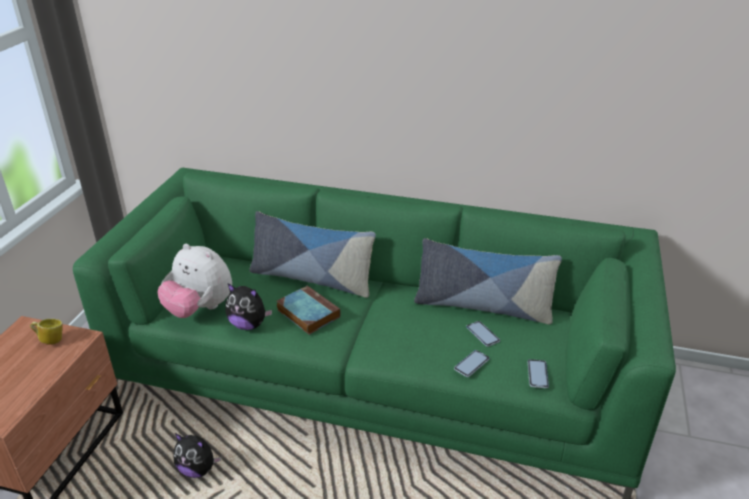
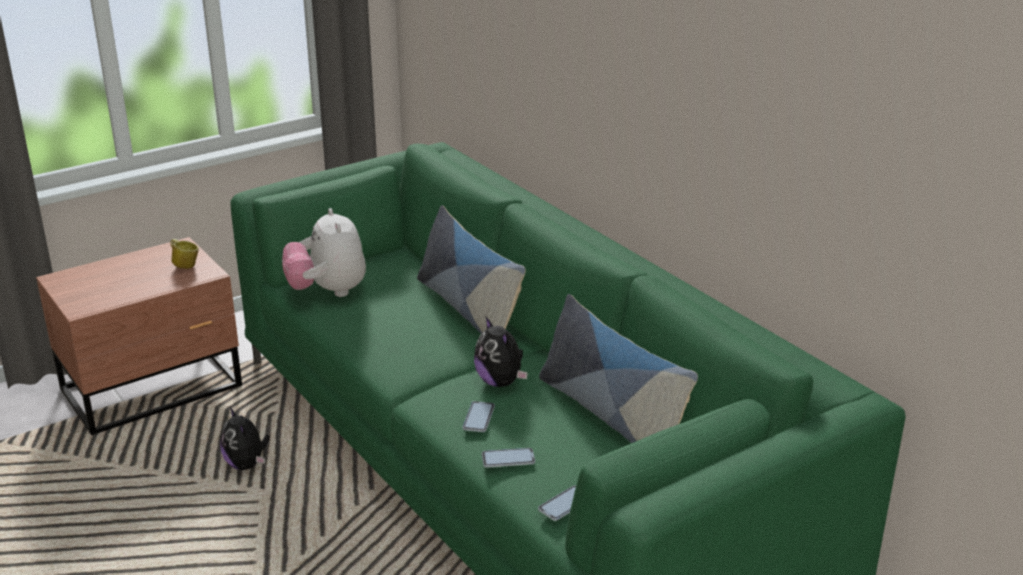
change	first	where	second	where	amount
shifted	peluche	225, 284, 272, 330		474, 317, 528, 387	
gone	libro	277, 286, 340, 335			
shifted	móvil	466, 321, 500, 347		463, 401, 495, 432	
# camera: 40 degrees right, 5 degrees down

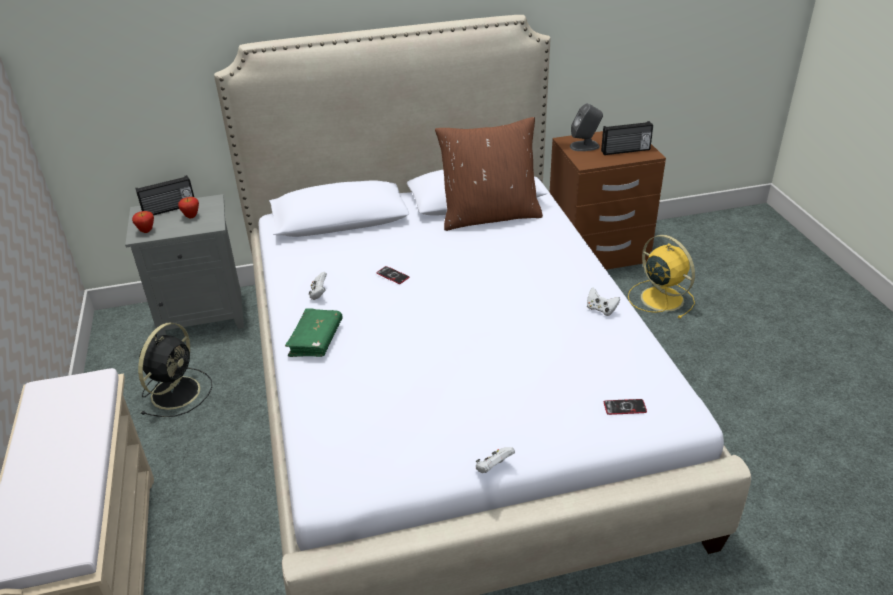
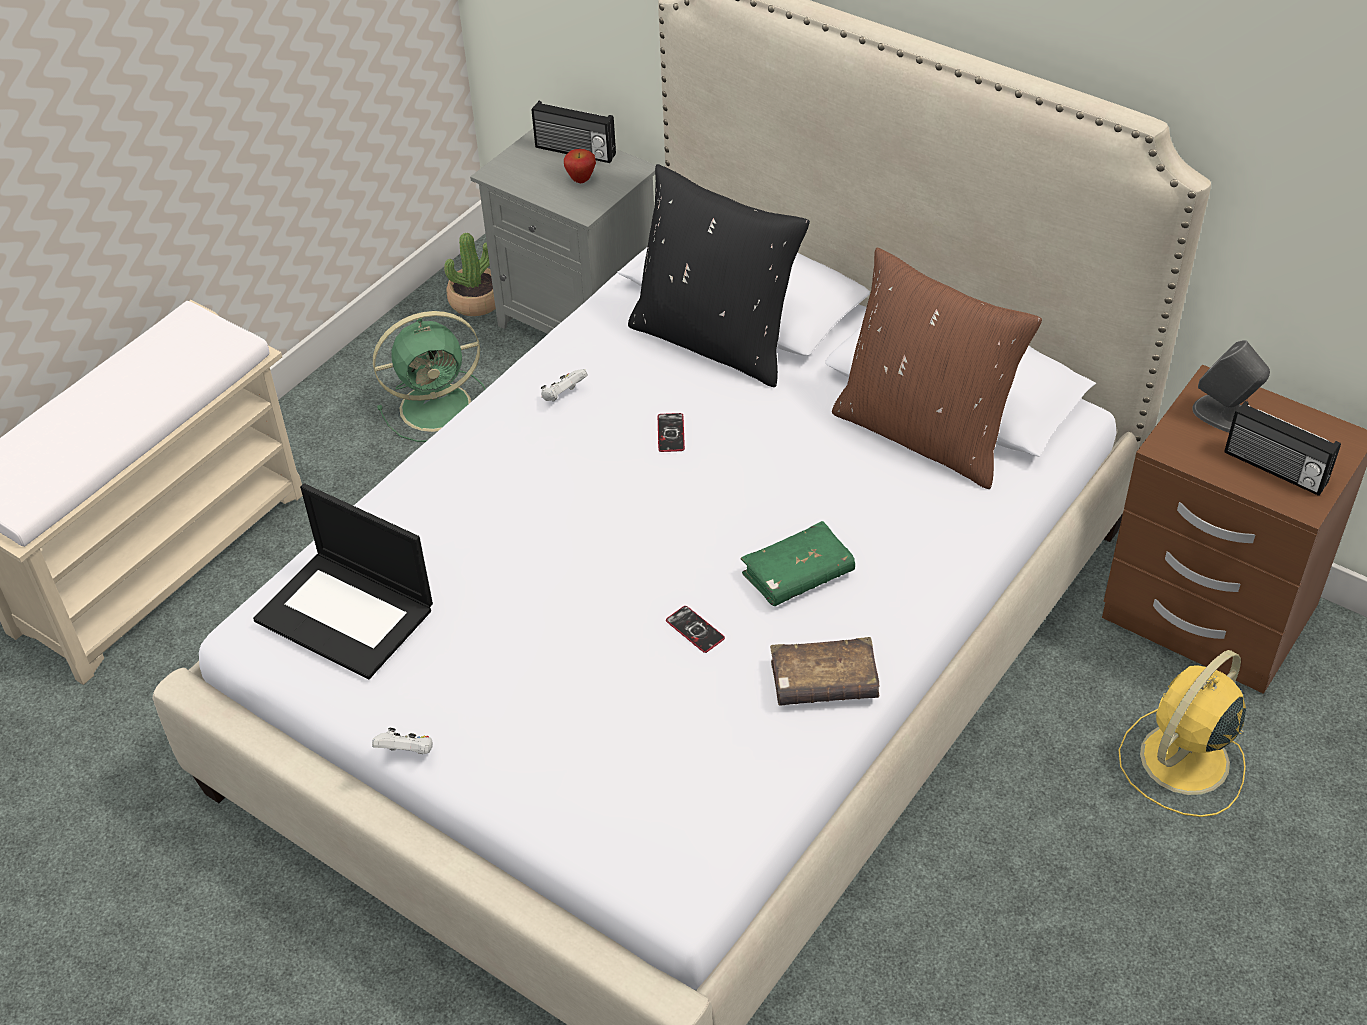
change	first	where	second	where	amount
gone	manzana	132, 211, 154, 233			
repainted	ventilador [negro]	138, 322, 212, 417	ventilador [verde]	373, 311, 485, 442	
shifted	libro [verde]	285, 308, 342, 357		741, 521, 855, 606	
swapped	mando de consola [blanco]	587, 287, 620, 316	libro [marrón]	770, 637, 879, 706	
shifted	móvil	604, 399, 647, 415		666, 606, 725, 653	
rotated	ventilador [amarillo]	628, 235, 695, 319		1119, 650, 1246, 817	150 degrees counterclockwise
new			portátil	253, 483, 433, 680	
new			planta en maceta	444, 233, 496, 316	
new			cojín [negro]	628, 164, 810, 387	
# camera: 50 degrees right, 10 degrees up

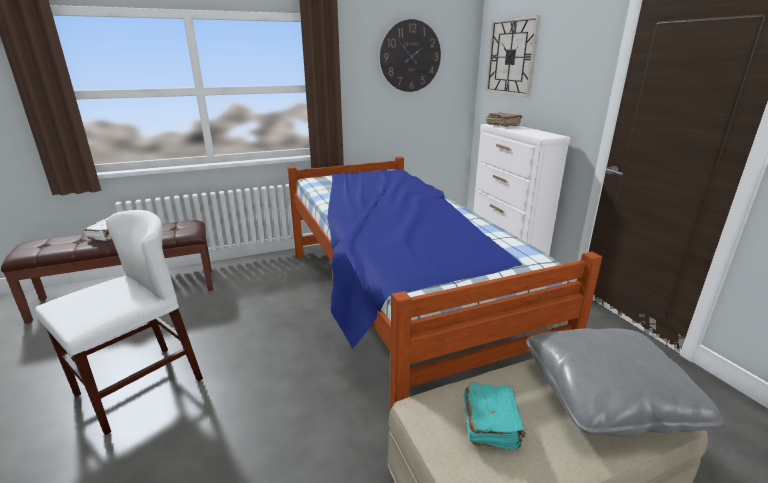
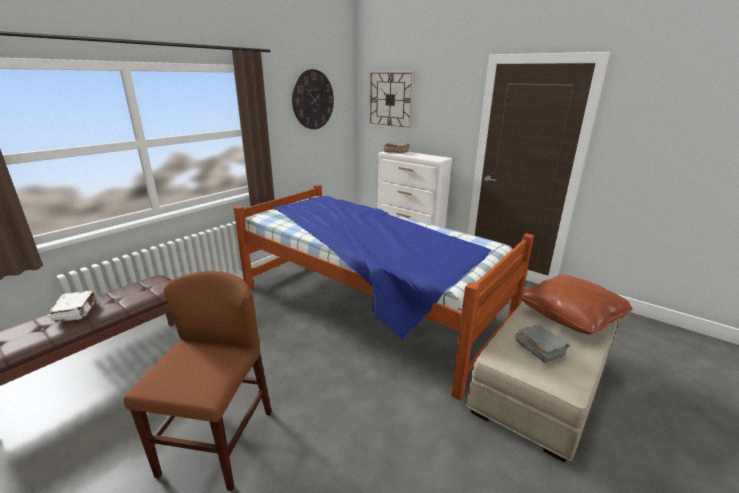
change	first	where	second	where	amount
repainted	silla [blanco]	35, 210, 203, 435	silla [marrón]	123, 271, 272, 491	
repainted	libro [turquesa]	463, 383, 526, 449	libro [gris]	515, 324, 570, 363	
repainted	cojín [gris]	526, 328, 724, 437	cojín [marrón]	519, 275, 633, 335	
# camera: 30 degrees left, 0 degrees up

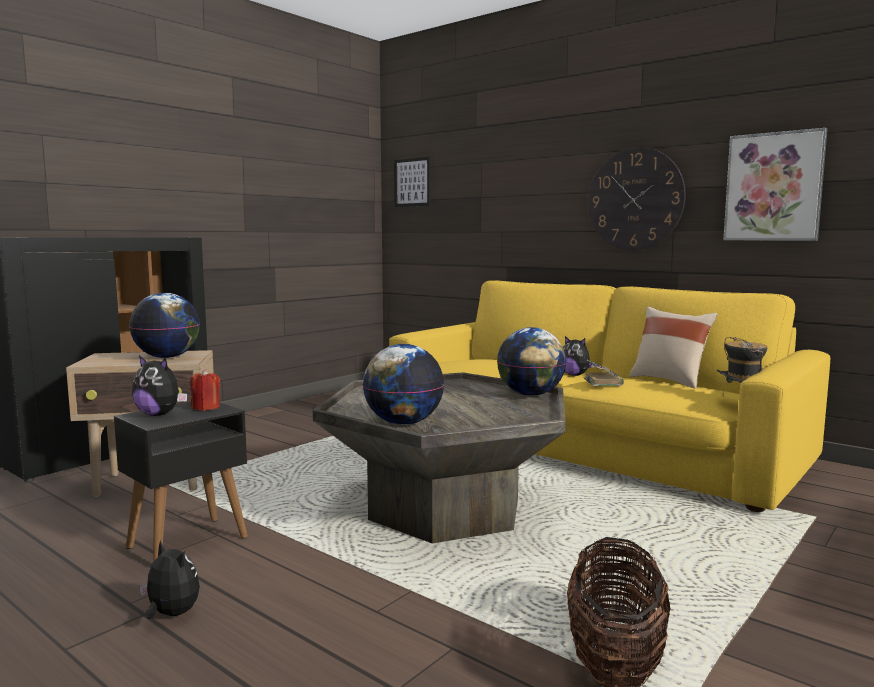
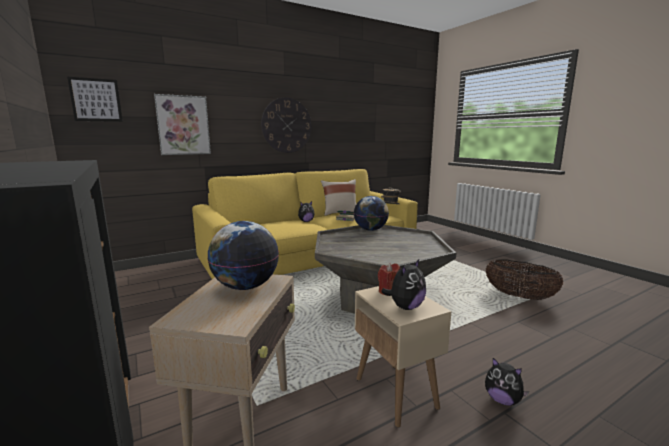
change	first	where	second	where	amount
repainted	mesa auxiliar [negro]	114, 402, 248, 562	mesa auxiliar [beis]	355, 286, 451, 428	
rotated	peluche	140, 540, 200, 619		485, 358, 529, 406	105 degrees counterclockwise
gone	globo terráqueo	363, 344, 444, 425			
shifted	cuadro	723, 128, 828, 241		154, 94, 211, 155	
# camera: 70 degrees left, 5 degrees up

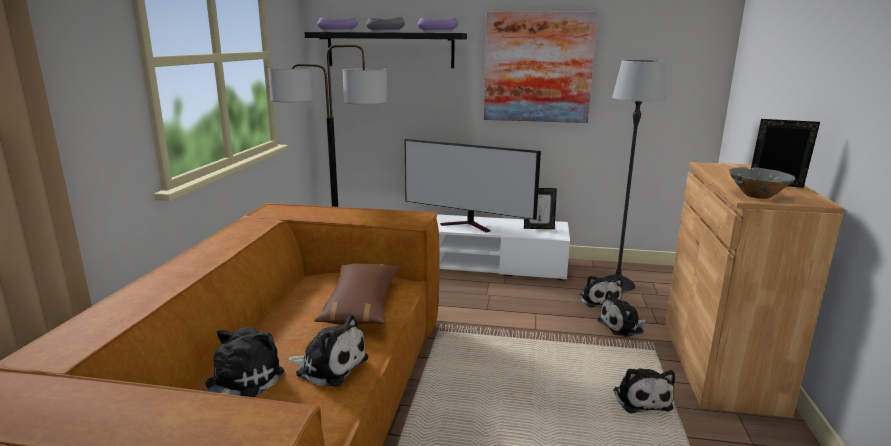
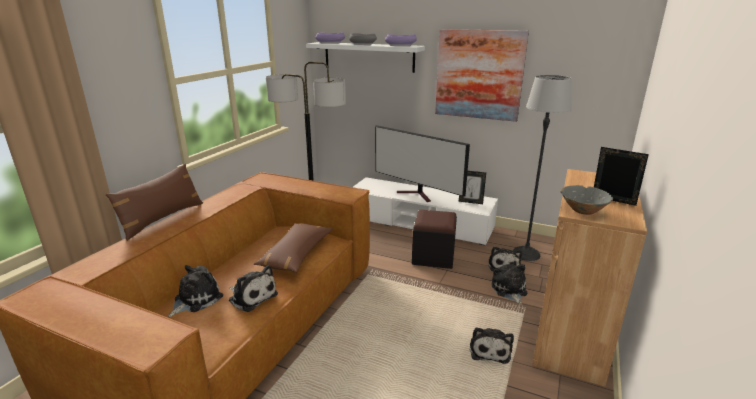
change	first	where	second	where	amount
repainted	estante [negro]	304, 32, 467, 68	estante [blanco]	306, 42, 425, 73	
rotated	peluche	597, 290, 647, 337		491, 264, 527, 305	90 degrees clockwise
new			cojín [marrón]	106, 164, 203, 241	
new			puf [negro]	412, 210, 457, 269	
# camera: 15 degrees right, 5 degrees up

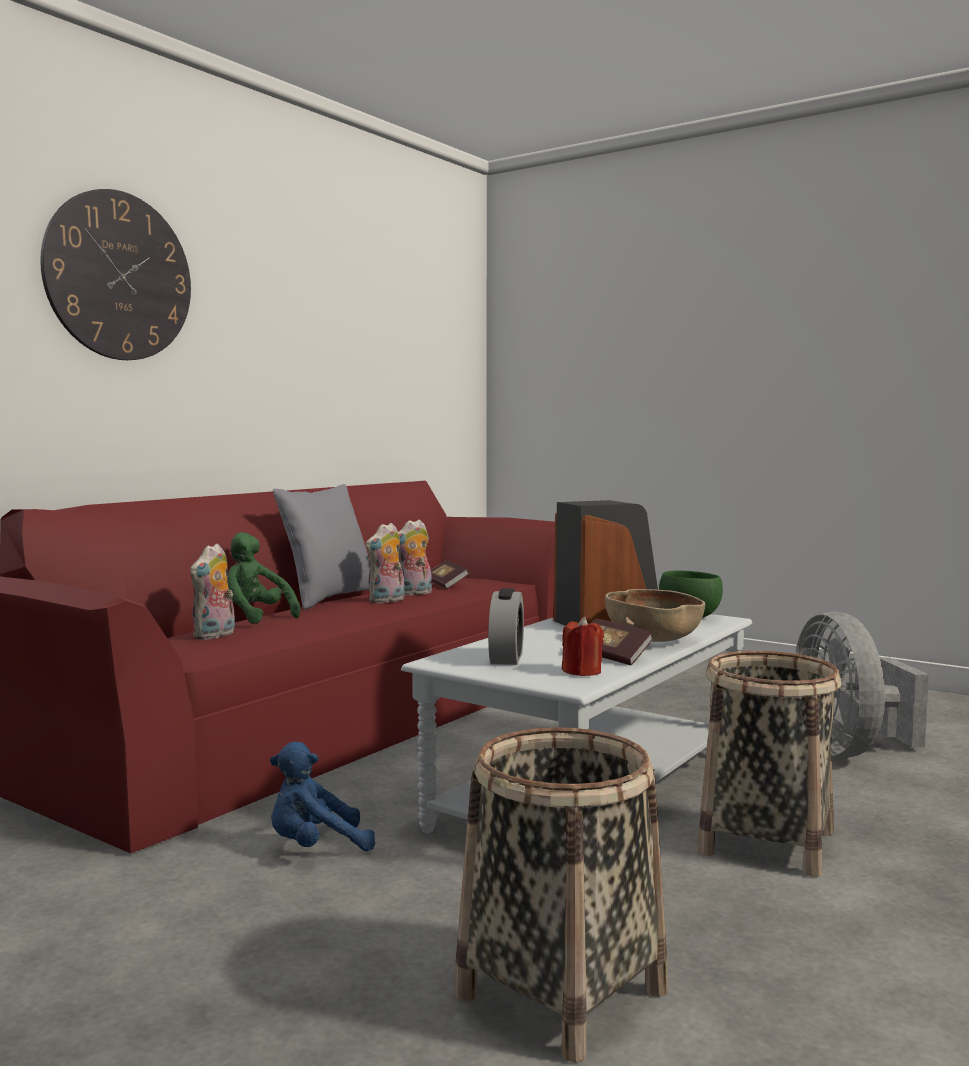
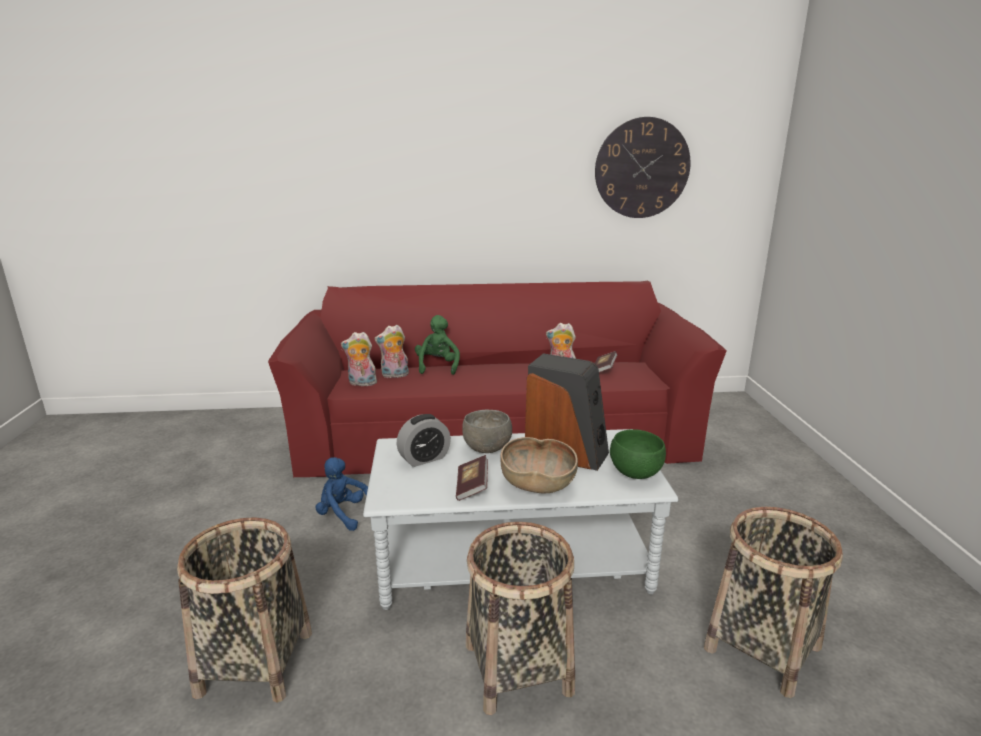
change	first	where	second	where	amount
shifted	reloj de pared	40, 189, 191, 360		595, 117, 691, 218	
gone	cojín [gris]	273, 484, 370, 610			
shifted	peluche	365, 523, 405, 603		341, 332, 377, 386	
gone	vela [rojo]	562, 616, 604, 676			
swapped	ventilador [gris]	795, 611, 929, 758	cesta	704, 507, 843, 698	
new			cuenco [gris]	462, 409, 512, 453	
# camera: 50 degrees right, 15 degrees up

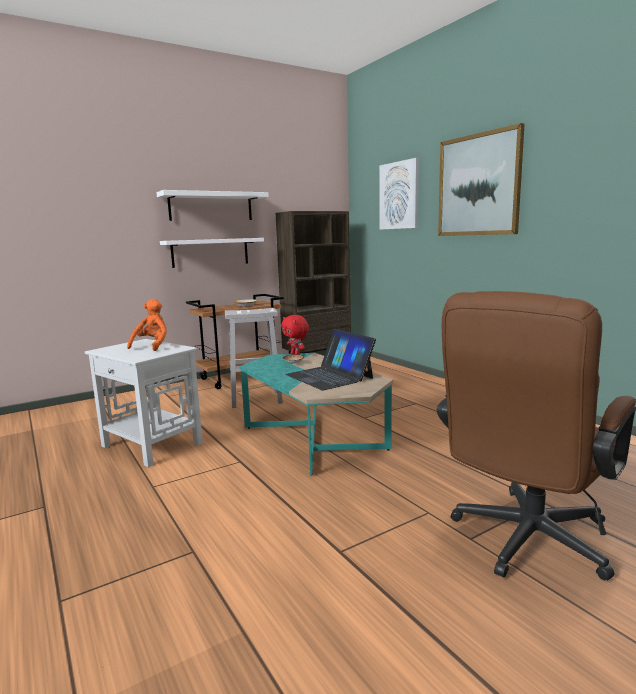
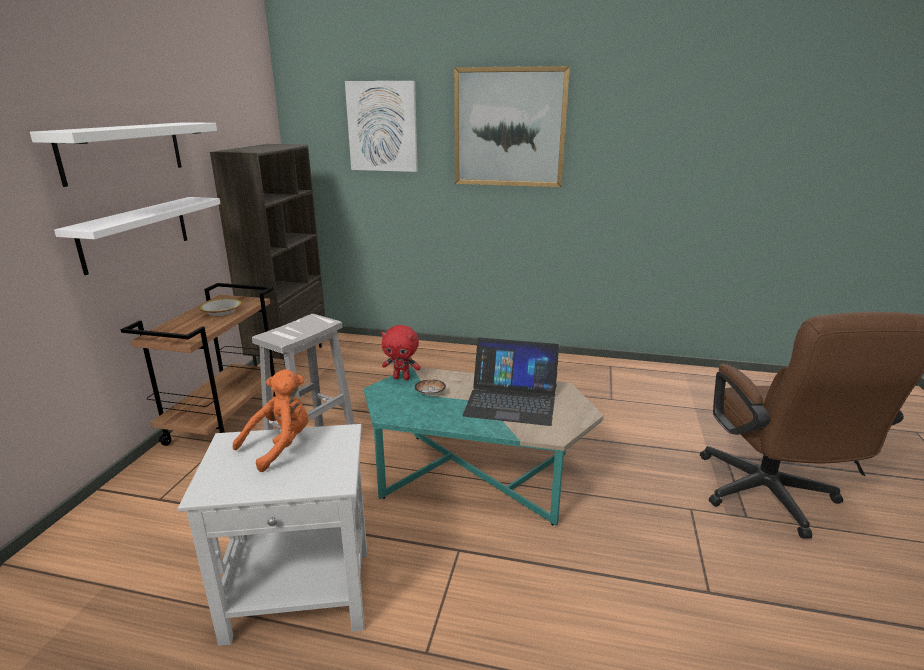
change	first	where	second	where	amount
rotated	peluche [naranja]	127, 299, 167, 351		233, 369, 309, 472	75 degrees clockwise
# camera: 45 degrees left, 10 degrees up

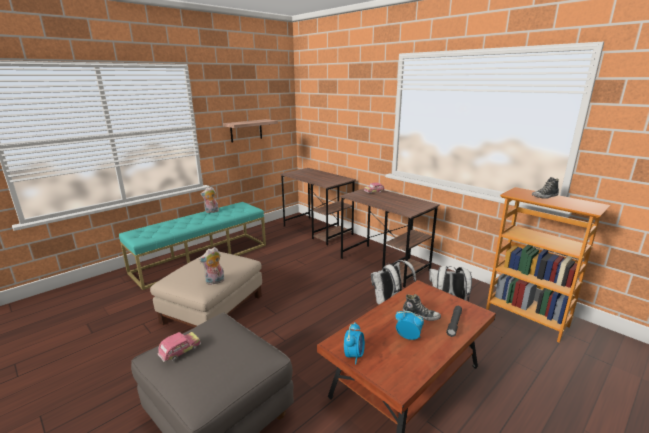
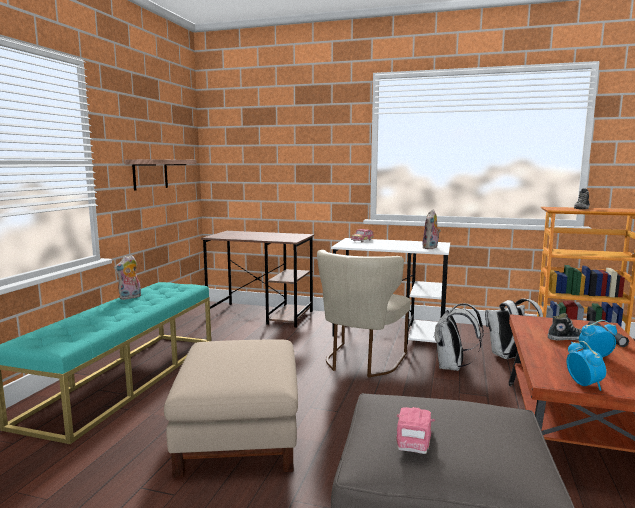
change	first	where	second	where	amount
shifted	peluche	199, 247, 225, 285		422, 209, 441, 249	
repainted	escritorio [marrón]	340, 189, 440, 287	escritorio [blanco]	331, 238, 450, 345	
new			silla [beis]	317, 250, 411, 377	
# camera: 30 degrees left, 10 degrees down

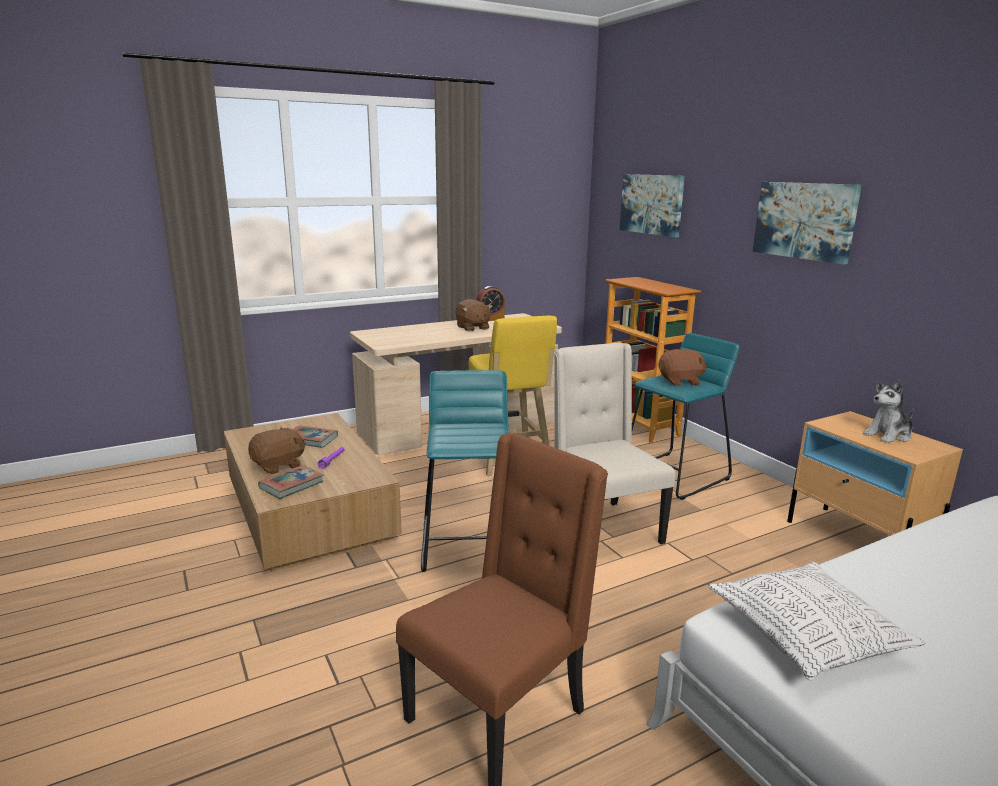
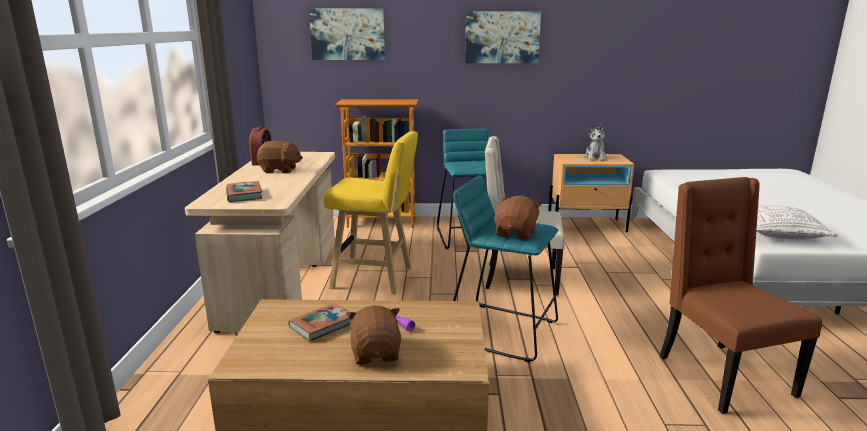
change	first	where	second	where	amount
shifted	libro	258, 465, 324, 499		226, 181, 262, 202	
shifted	peluche [marrón]	658, 349, 707, 386		494, 196, 542, 240	
# camera: 60 degrees left, 0 degrees up

